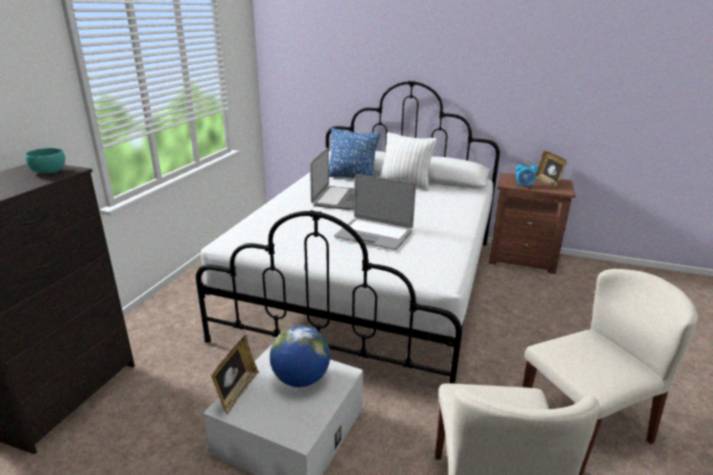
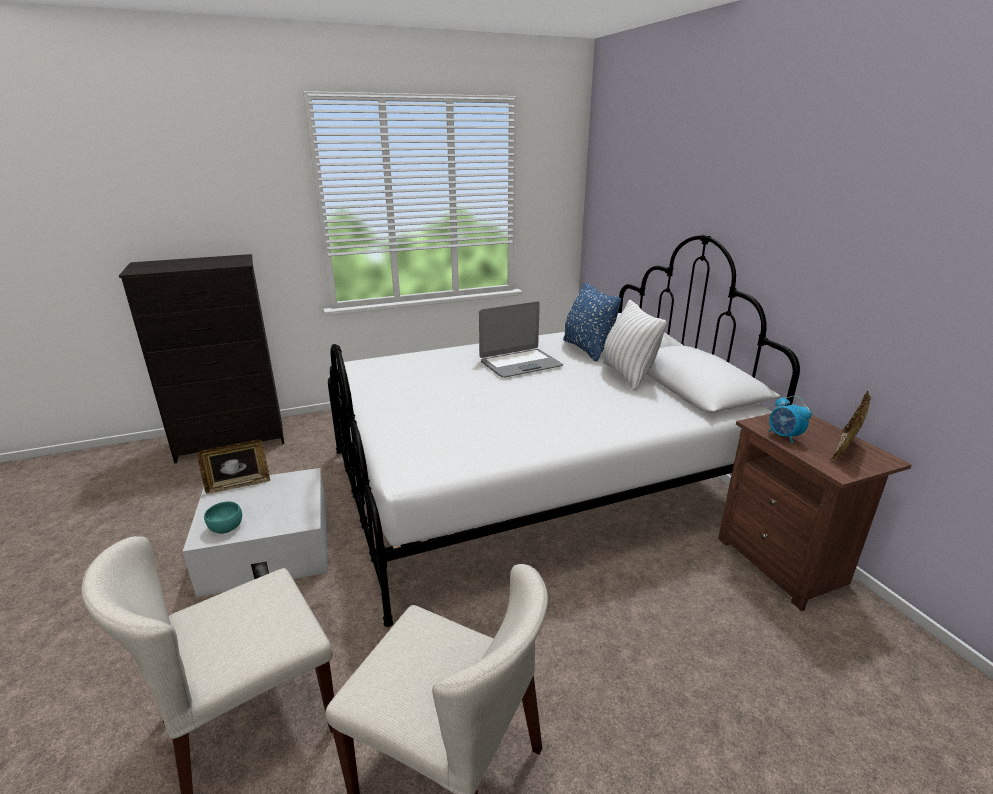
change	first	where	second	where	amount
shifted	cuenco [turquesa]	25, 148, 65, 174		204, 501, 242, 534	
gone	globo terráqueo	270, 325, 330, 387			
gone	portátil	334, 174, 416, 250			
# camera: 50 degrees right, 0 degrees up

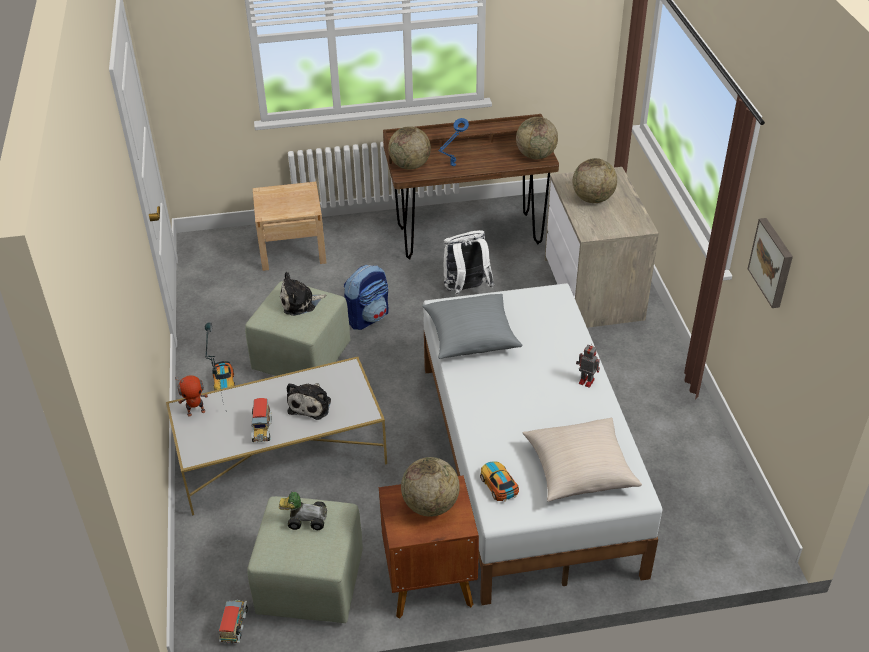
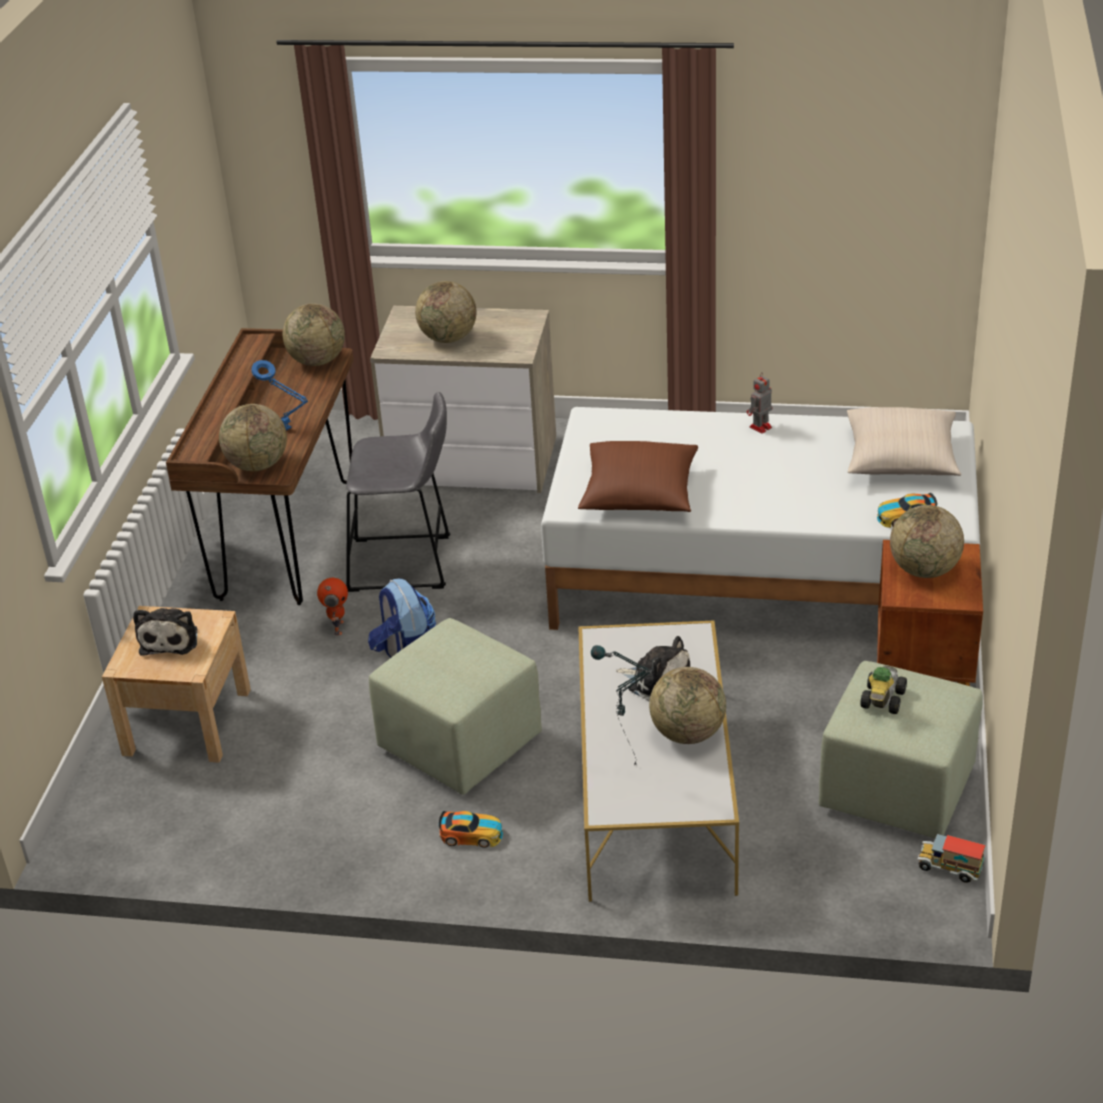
change	first	where	second	where	amount
shifted	robot de juguete	175, 375, 208, 417		317, 578, 348, 635	
swapped	camión de juguete	251, 398, 272, 442	globo terráqueo	649, 667, 726, 744	
shifted	peluche	280, 272, 327, 316		133, 608, 197, 655	
repainted	cojín [gris]	422, 294, 522, 359	cojín [marrón]	578, 441, 698, 512	
swapped	mochila [blanco]	444, 230, 495, 295	taburete [gris]	346, 392, 450, 592	
gone	cuadro	748, 218, 793, 308			
# camera: 70 degrees left, 5 degrees down

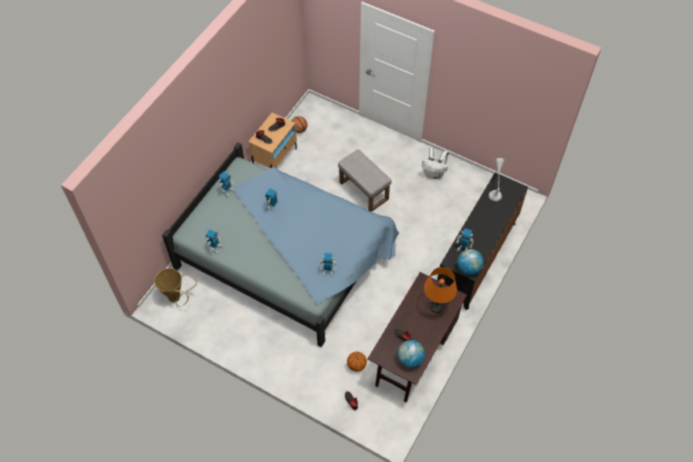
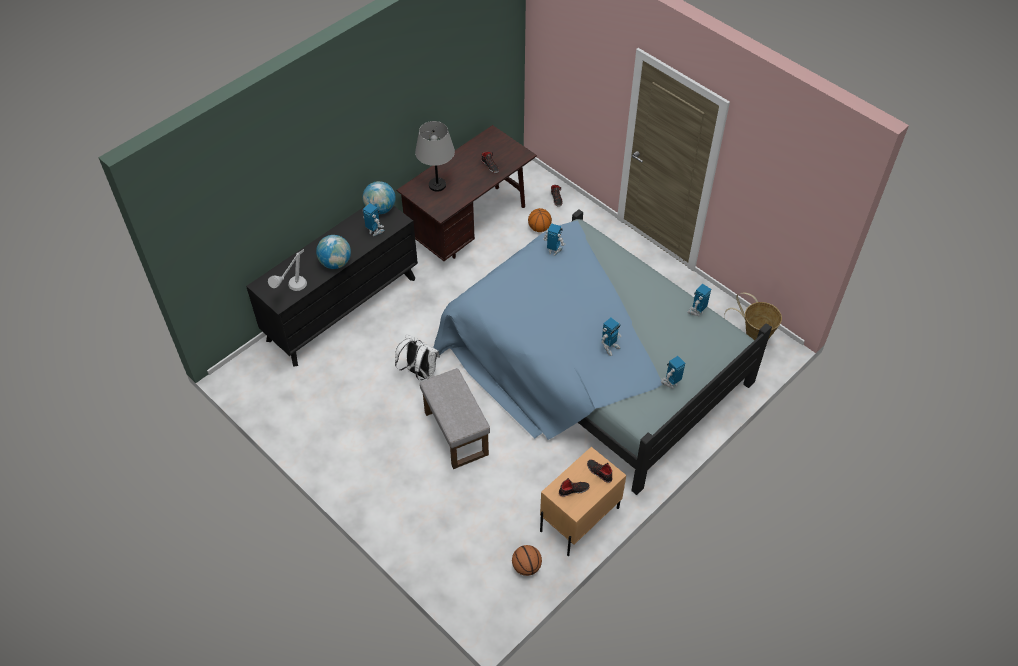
change	first	where	second	where	amount
shifted	globo terráqueo	398, 340, 425, 368		316, 235, 351, 269	
shifted	mochila [blanco]	422, 147, 449, 180		395, 334, 440, 380	
repainted	lámpara de mesa [naranja]	424, 267, 457, 313	lámpara de mesa [gris]	415, 121, 455, 192	
# camera: 165 degrees left, 5 degrees down

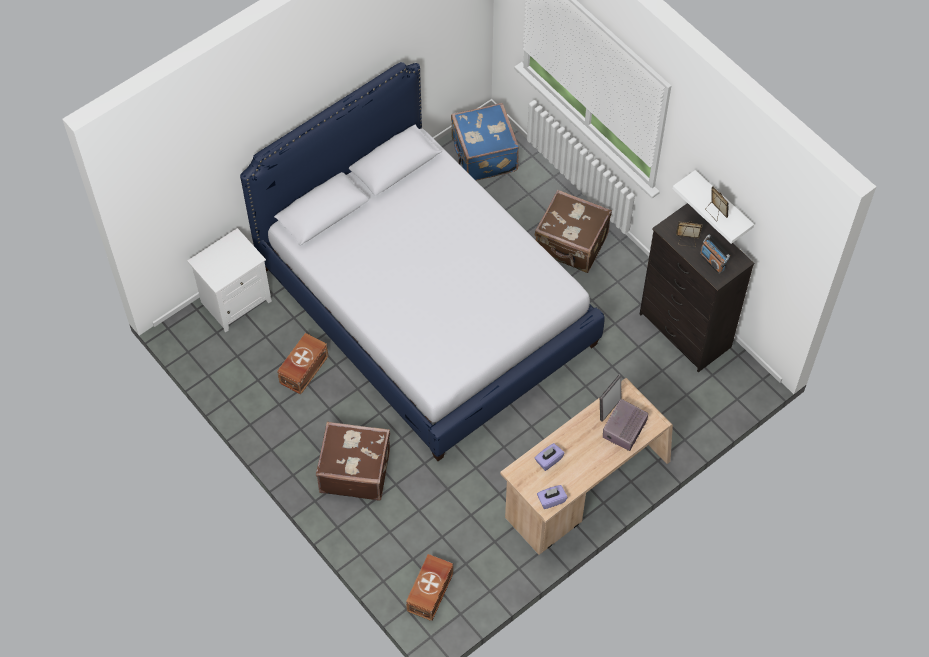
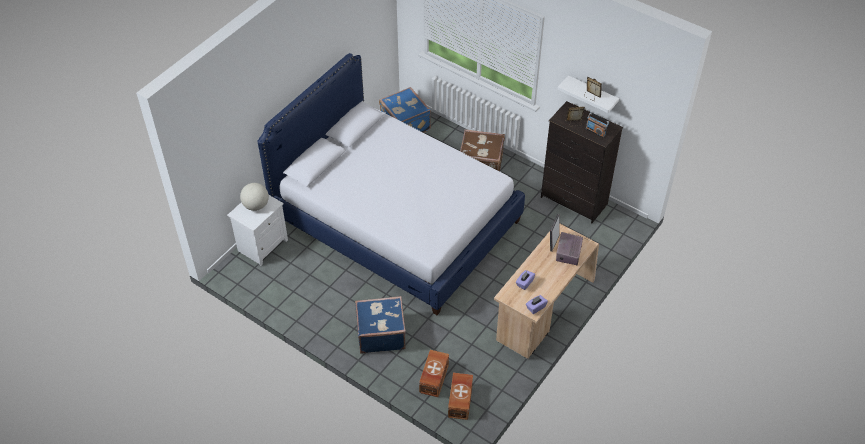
change	first	where	second	where	amount
shifted	caja de almacenaje [marrón]	277, 333, 328, 395		419, 350, 449, 397	
repainted	maleta [marrón]	316, 421, 390, 501	maleta [azul]	355, 296, 406, 354	
new			globo terráqueo	240, 183, 269, 211	
# camera: 15 degrees left, 10 degrees down

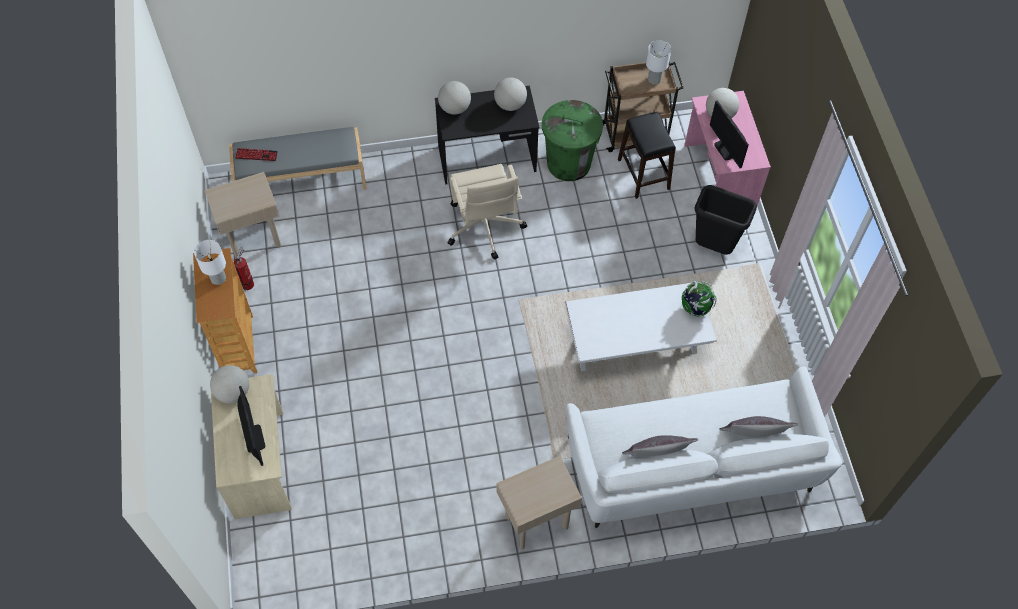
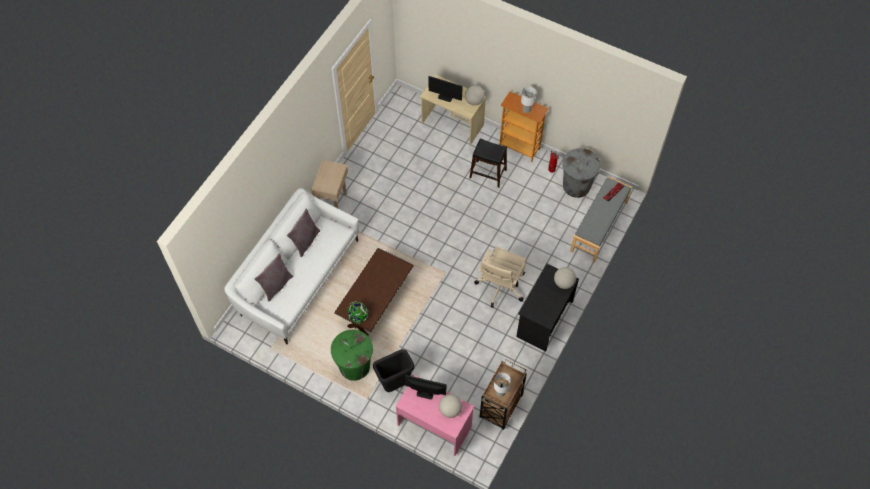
change	first	where	second	where	amount
swapped	mesa auxiliar [beis]	204, 172, 281, 259	papelera [gris]	562, 148, 601, 198	
rotated	silla de oficina [beis]	448, 164, 527, 260		474, 247, 527, 308	90 degrees counterclockwise
gone	globo terráqueo	494, 78, 527, 111			
shifted	papelera [verde]	542, 100, 603, 181		331, 330, 373, 381	
repainted	mesa de centro [blanco]	565, 282, 717, 371	mesa de centro [marrón]	334, 248, 414, 336	
shifted	taburete [negro]	618, 112, 676, 199		469, 139, 507, 188	
# camera: 130 degrees right, 0 degrees up

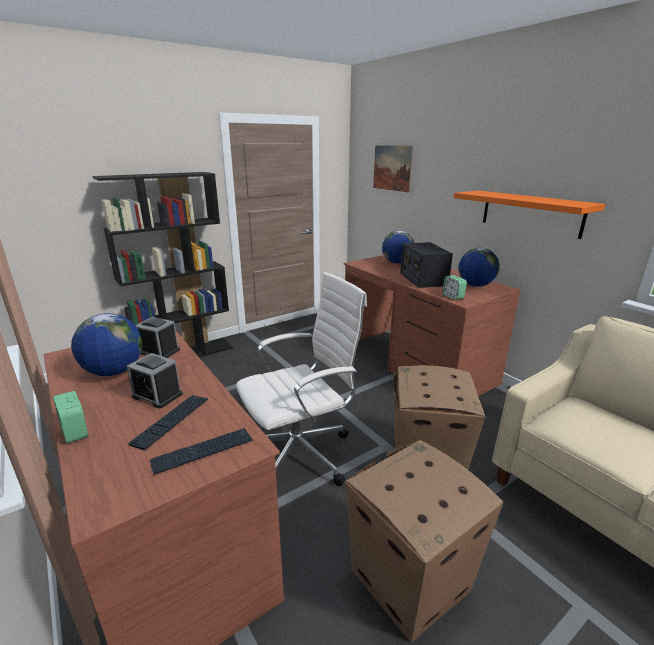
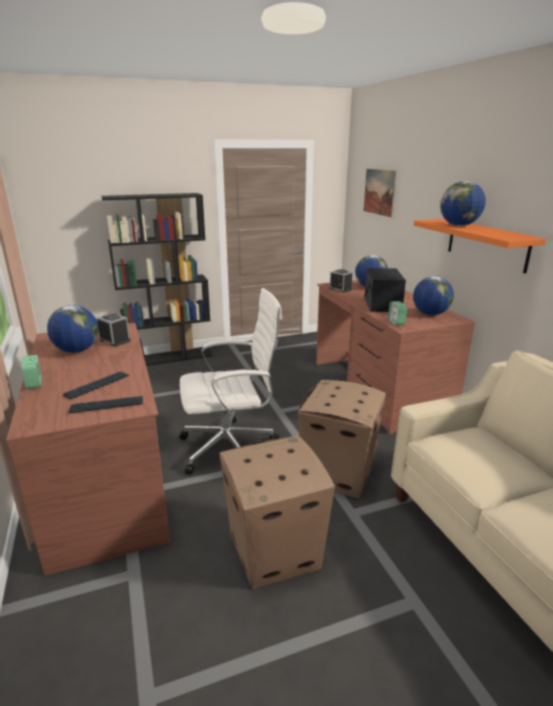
change	first	where	second	where	amount
shifted	despertador	126, 353, 182, 409		329, 269, 352, 293	
new			globo terráqueo	440, 181, 486, 226	
# camera: 15 degrees right, 0 degrees up

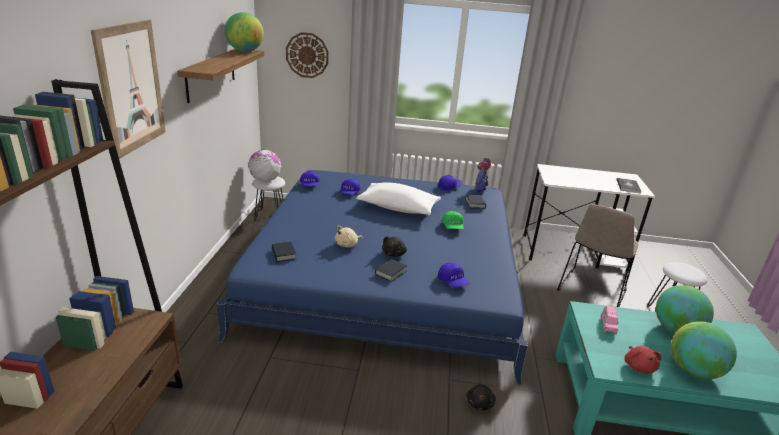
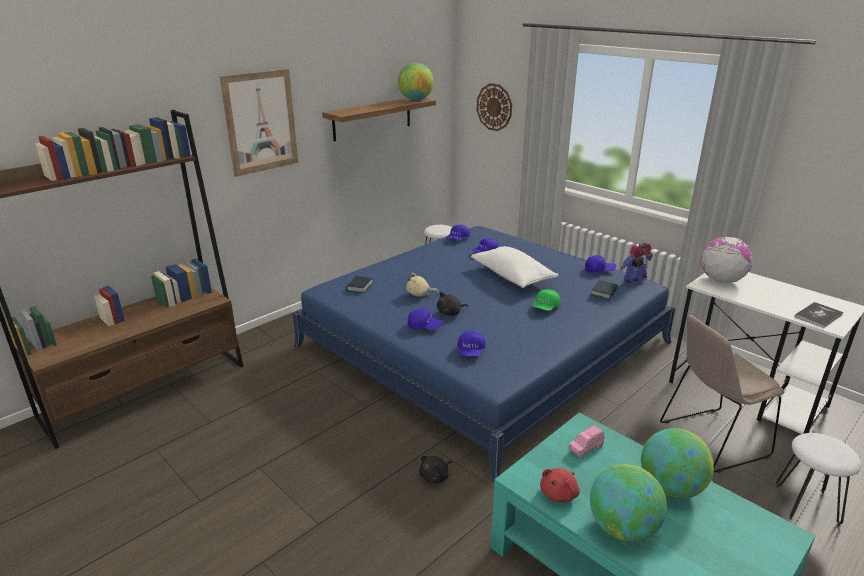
change	first	where	second	where	amount
shifted	globo terráqueo	248, 149, 281, 182		701, 236, 753, 283	
swapped	libro	375, 259, 407, 282	gorra [azul]	408, 308, 443, 330	
# camera: 40 degrees right, 0 degrees up

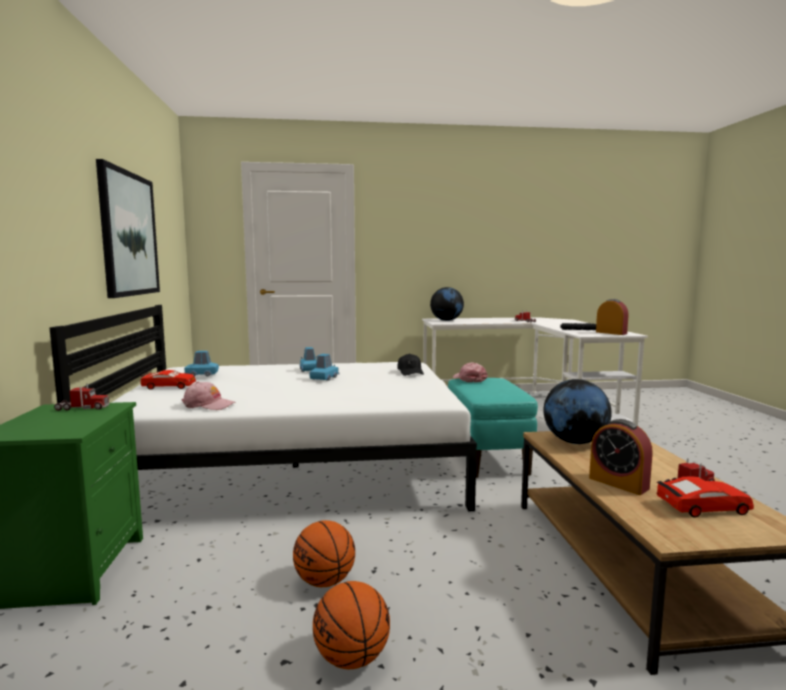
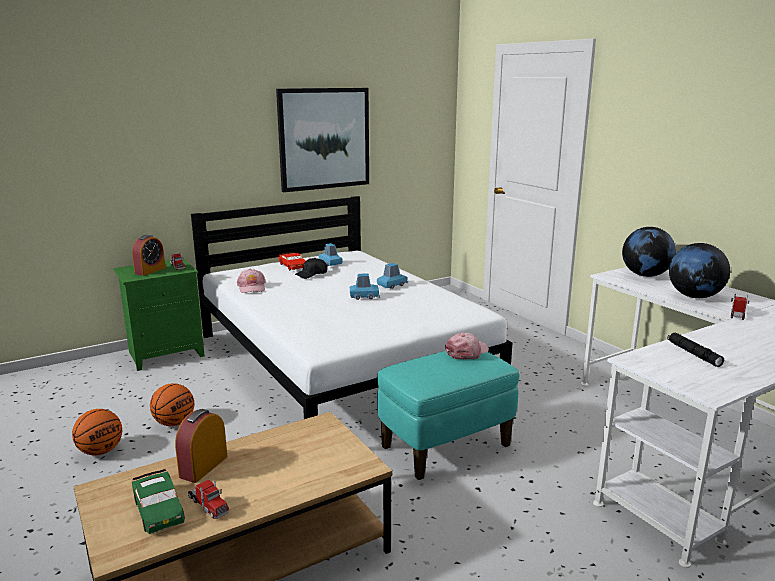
change	first	where	second	where	amount
shifted	gorra [negro]	397, 354, 424, 376		295, 258, 327, 279	
shifted	globo terráqueo	543, 379, 612, 444		669, 243, 730, 298	
shifted	despertador	596, 299, 628, 335		132, 235, 166, 276	
repainted	coche de juguete [rojo]	656, 476, 754, 518	coche de juguete [verde]	132, 469, 185, 534	
# camera: 65 degrees right, 10 degrees up

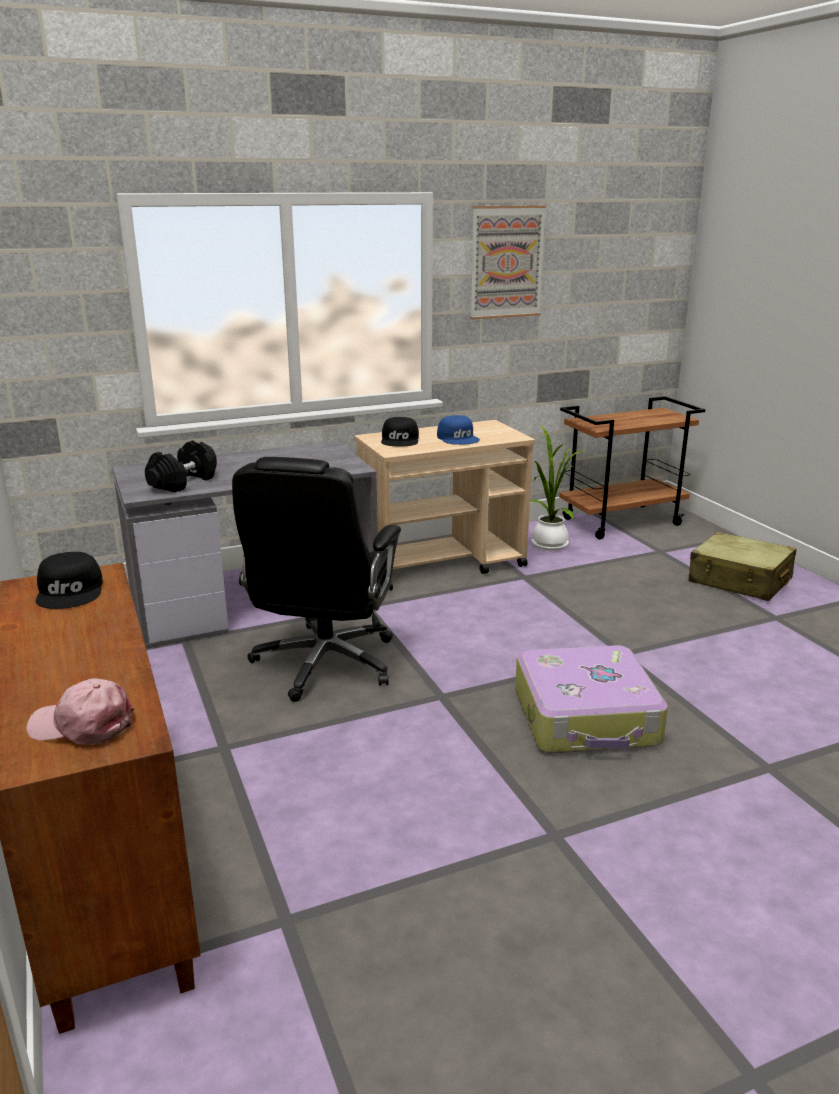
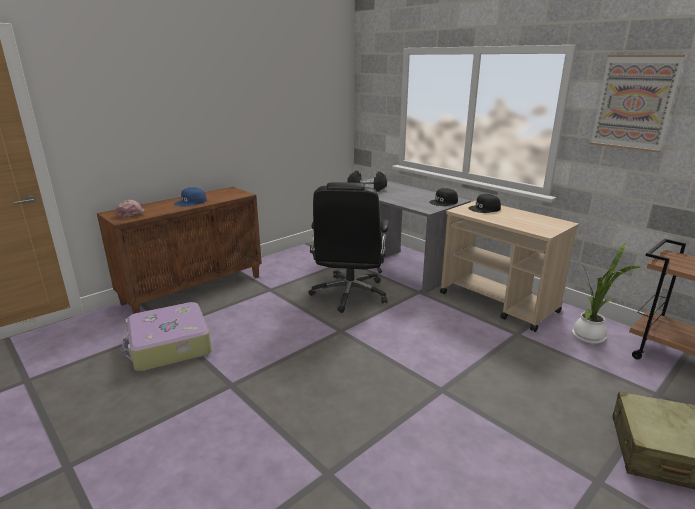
change	first	where	second	where	amount
shifted	gorra [negro]	36, 552, 103, 609		429, 188, 458, 206	
rotated	silla de oficina [negro]	232, 457, 401, 702		309, 182, 390, 313	75 degrees counterclockwise
shifted	gorra [azul]	437, 415, 480, 445		174, 187, 207, 206	
shifted	maleta	515, 645, 668, 753		121, 302, 212, 372	
# camera: 70 degrees right, 0 degrees up

